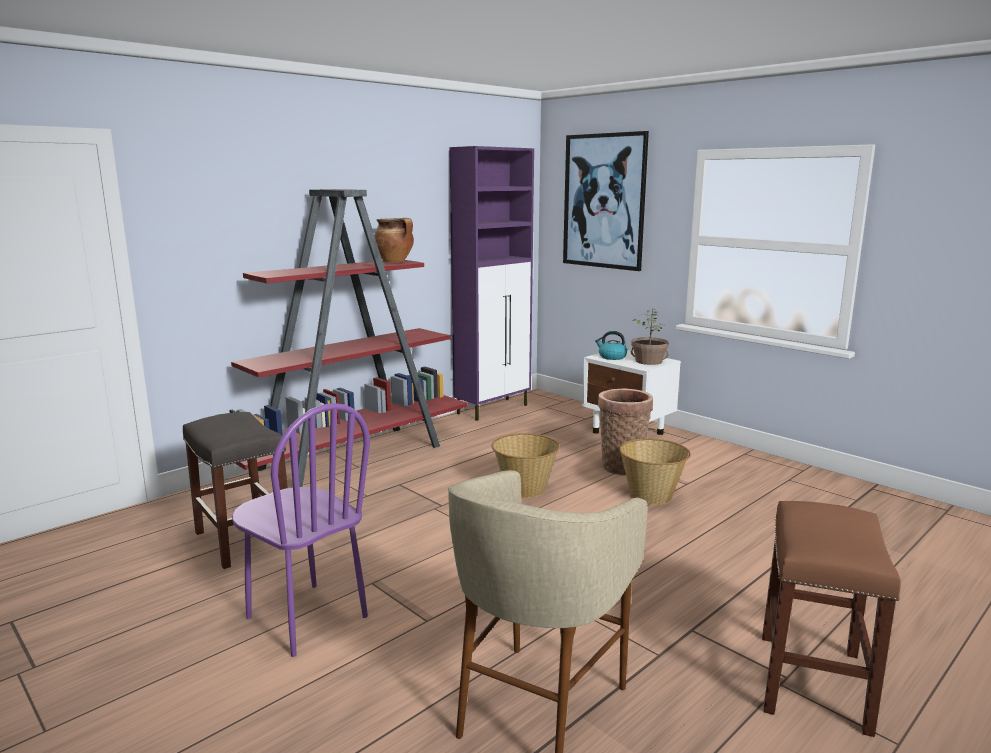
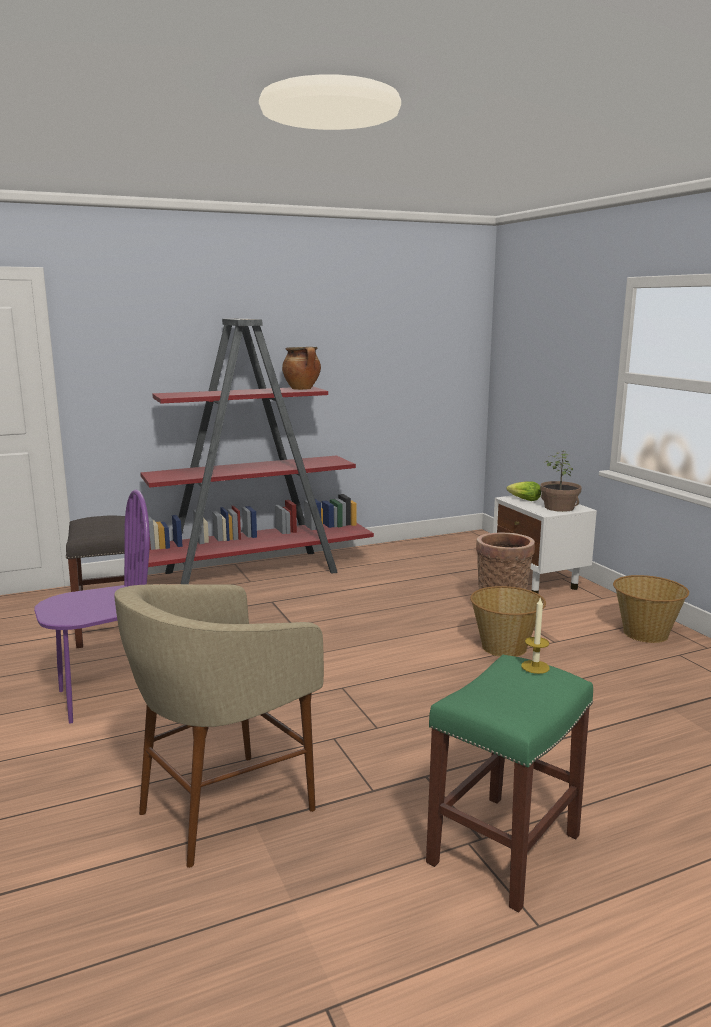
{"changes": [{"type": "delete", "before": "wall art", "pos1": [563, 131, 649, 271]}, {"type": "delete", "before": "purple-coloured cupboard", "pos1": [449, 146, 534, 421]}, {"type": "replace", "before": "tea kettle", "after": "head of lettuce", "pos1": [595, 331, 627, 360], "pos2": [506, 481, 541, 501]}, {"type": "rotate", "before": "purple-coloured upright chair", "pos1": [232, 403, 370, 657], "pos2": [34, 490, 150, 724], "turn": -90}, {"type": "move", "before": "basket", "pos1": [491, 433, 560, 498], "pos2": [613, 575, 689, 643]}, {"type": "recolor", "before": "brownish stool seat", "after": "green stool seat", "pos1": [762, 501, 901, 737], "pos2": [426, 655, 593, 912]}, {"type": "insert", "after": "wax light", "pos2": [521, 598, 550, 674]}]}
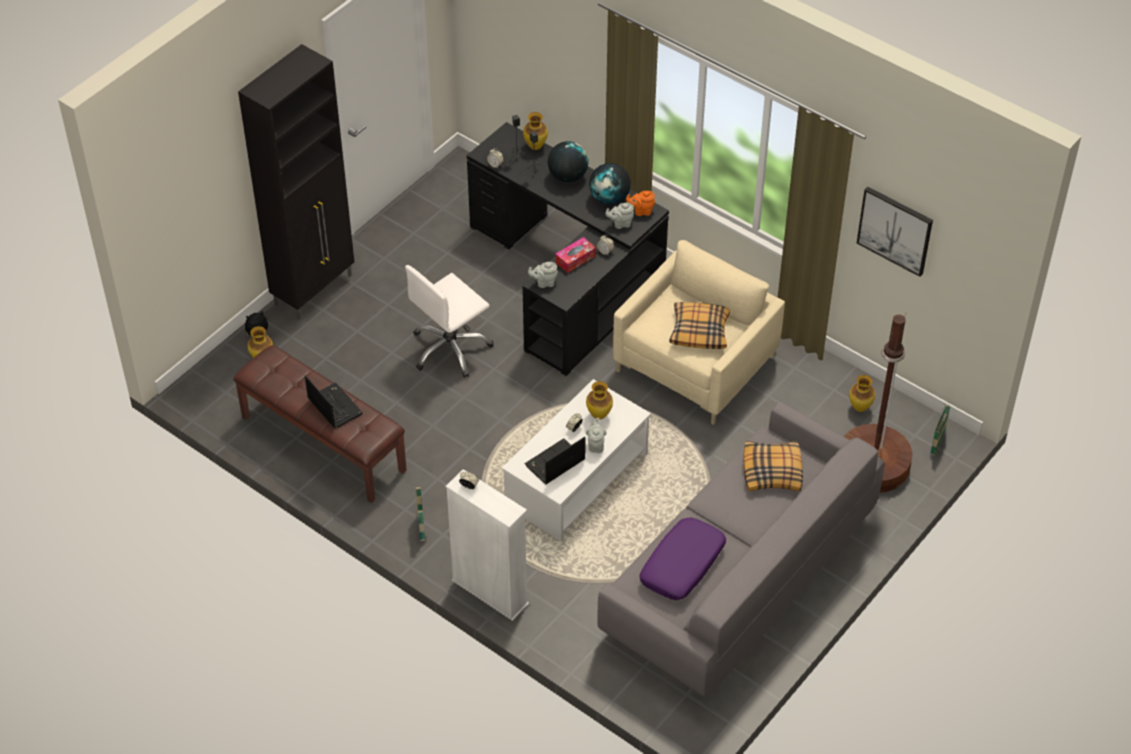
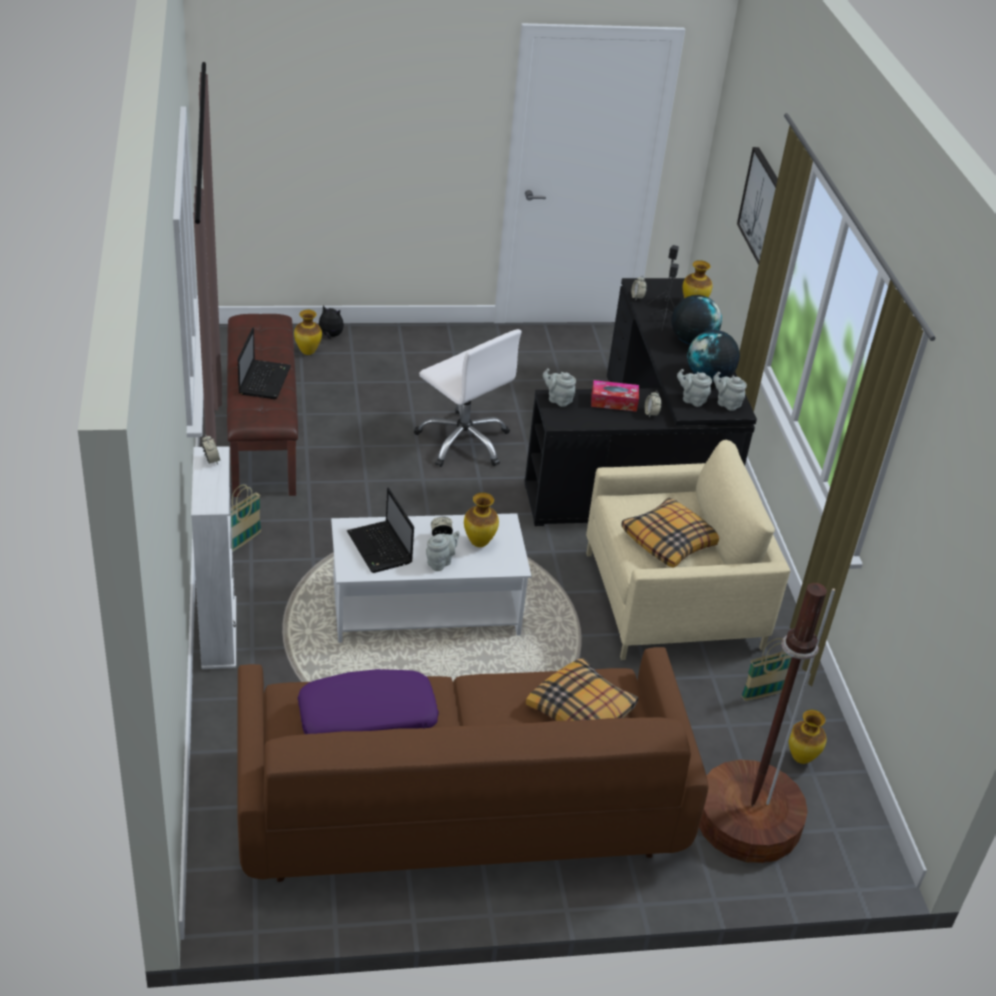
{"changes": [{"type": "delete", "before": "black-coloured cupboard", "pos1": [238, 44, 354, 320]}, {"type": "move", "before": "wall art", "pos1": [857, 187, 933, 277], "pos2": [737, 147, 778, 265]}, {"type": "recolor", "before": "orange-coloured pot for tea", "after": "grey pot for tea", "pos1": [626, 191, 655, 216], "pos2": [713, 372, 747, 411]}, {"type": "rotate", "before": "white office chair", "pos1": [405, 265, 494, 378], "pos2": [414, 329, 521, 467], "turn": -135}, {"type": "recolor", "before": "grey sofa", "after": "brownish sofa", "pos1": [597, 401, 884, 698], "pos2": [237, 647, 709, 882]}, {"type": "move", "before": "basket", "pos1": [930, 404, 950, 456], "pos2": [741, 638, 792, 701]}, {"type": "rotate", "before": "laptop", "pos1": [525, 437, 586, 484], "pos2": [347, 487, 414, 573], "turn": -120}]}
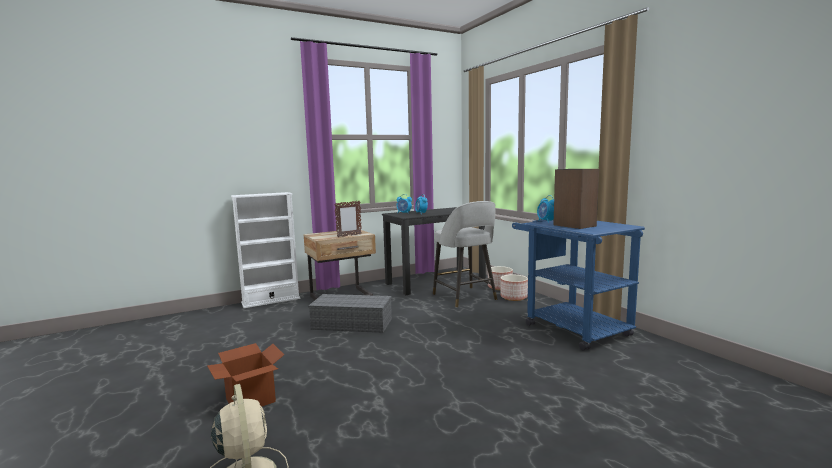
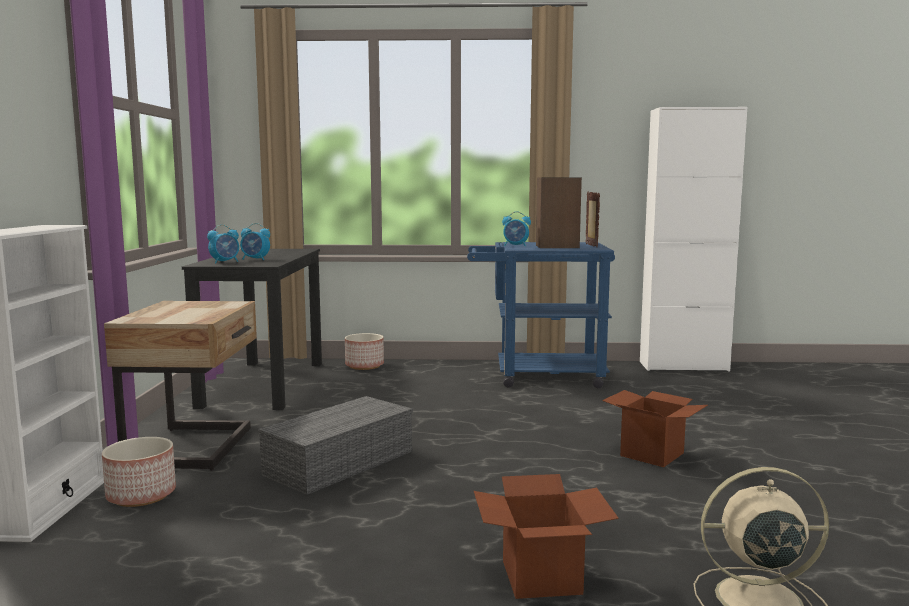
{"changes": [{"type": "move", "before": "photo frame", "pos1": [334, 201, 362, 237], "pos2": [585, 192, 600, 247]}, {"type": "delete", "before": "grey stool seat", "pos1": [433, 201, 497, 308]}, {"type": "move", "before": "plant pot", "pos1": [500, 274, 528, 301], "pos2": [102, 437, 176, 507]}, {"type": "insert", "after": "white cupboard", "pos2": [640, 107, 747, 372]}, {"type": "insert", "after": "packing box", "pos2": [602, 390, 708, 467]}]}
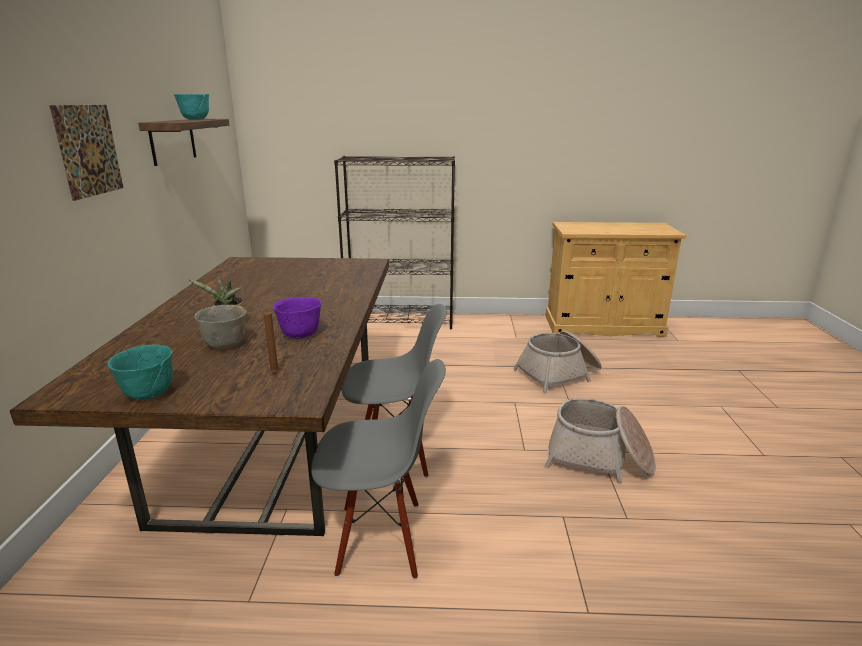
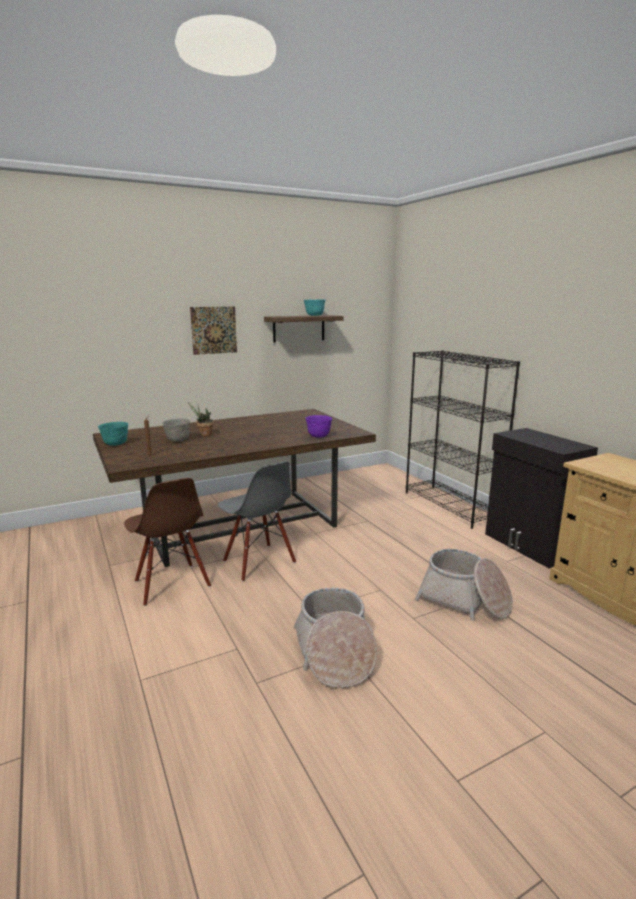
{"changes": [{"type": "move", "before": "purple-coloured bowl", "pos1": [273, 297, 321, 339], "pos2": [305, 415, 332, 438]}, {"type": "recolor", "before": "grey upright chair", "after": "brownish upright chair", "pos1": [311, 359, 446, 579], "pos2": [124, 478, 211, 606]}, {"type": "insert", "after": "black-coloured cupboard", "pos2": [485, 428, 598, 569]}]}
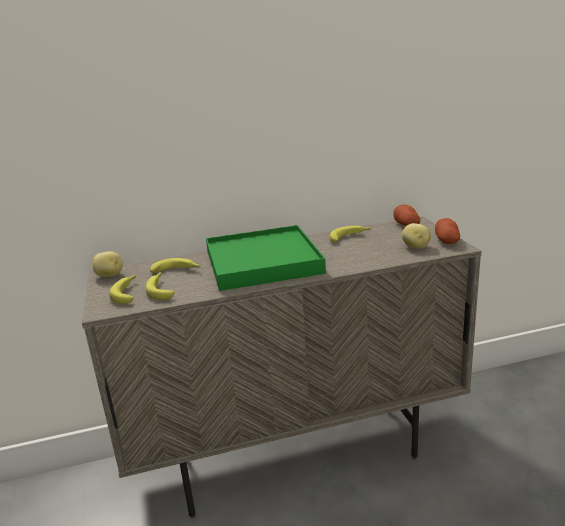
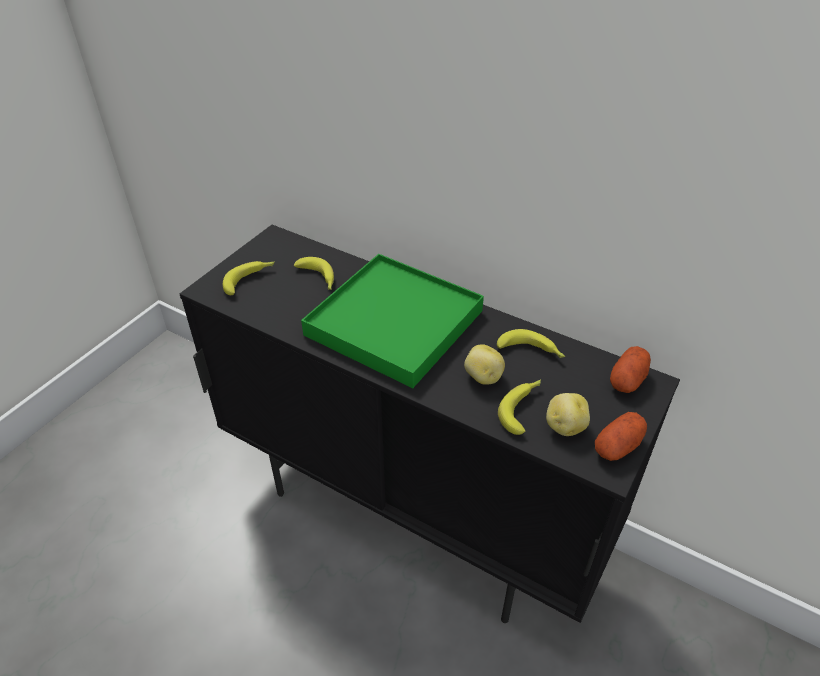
{"changes": [{"type": "recolor", "before": "beige-coloured cupboard", "after": "black-coloured cupboard", "pos1": [82, 217, 481, 518], "pos2": [180, 225, 680, 623]}, {"type": "move", "before": "potato", "pos1": [92, 251, 123, 277], "pos2": [464, 344, 505, 385]}, {"type": "move", "before": "banana fruit", "pos1": [145, 272, 175, 300], "pos2": [498, 380, 541, 435]}]}
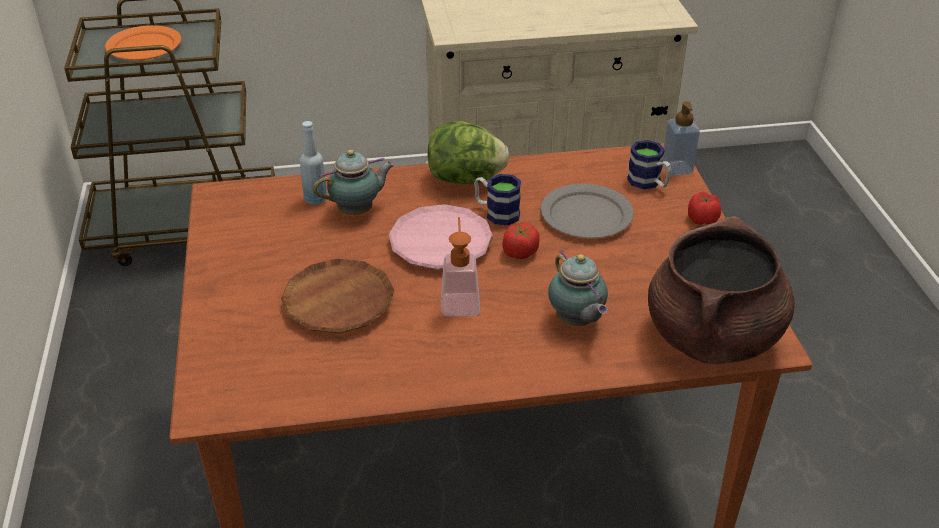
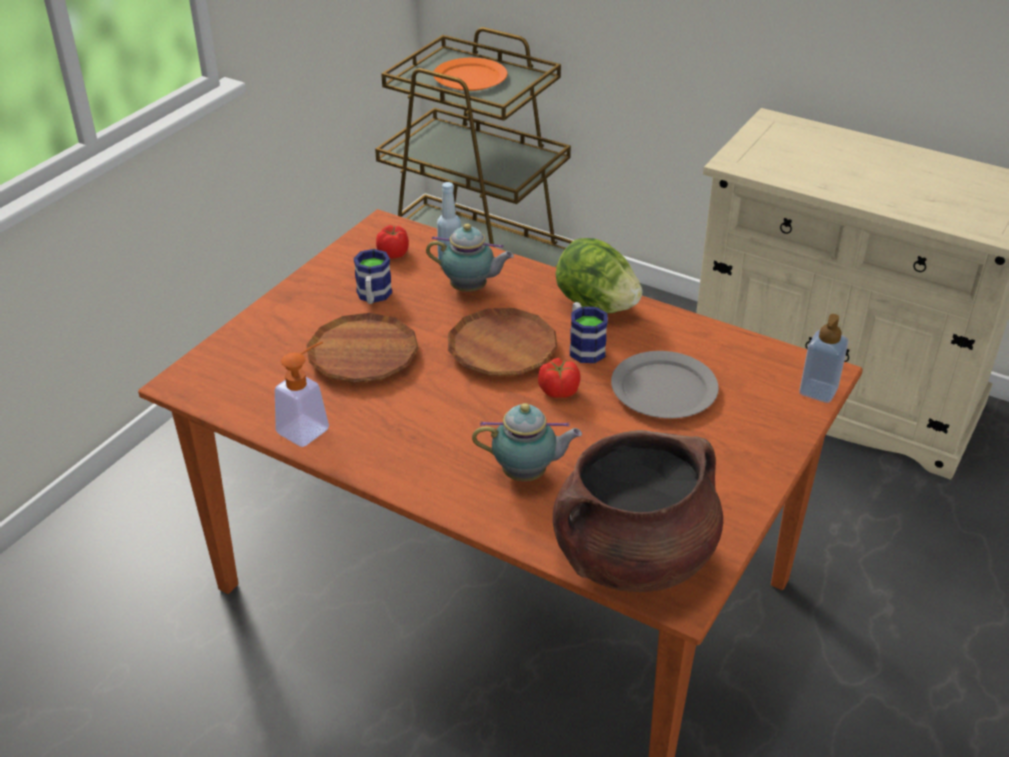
{"changes": [{"type": "move", "before": "mug", "pos1": [627, 140, 671, 189], "pos2": [353, 249, 392, 304]}, {"type": "move", "before": "tomato", "pos1": [688, 192, 721, 225], "pos2": [376, 225, 409, 259]}, {"type": "recolor", "before": "pink dinner plate", "after": "brownish dinner plate", "pos1": [388, 204, 493, 270], "pos2": [448, 308, 557, 376]}, {"type": "move", "before": "liquid soap bottle", "pos1": [441, 217, 480, 316], "pos2": [275, 342, 329, 447]}, {"type": "rotate", "before": "pot for tea", "pos1": [548, 250, 608, 326], "pos2": [472, 403, 582, 482], "turn": -105}]}
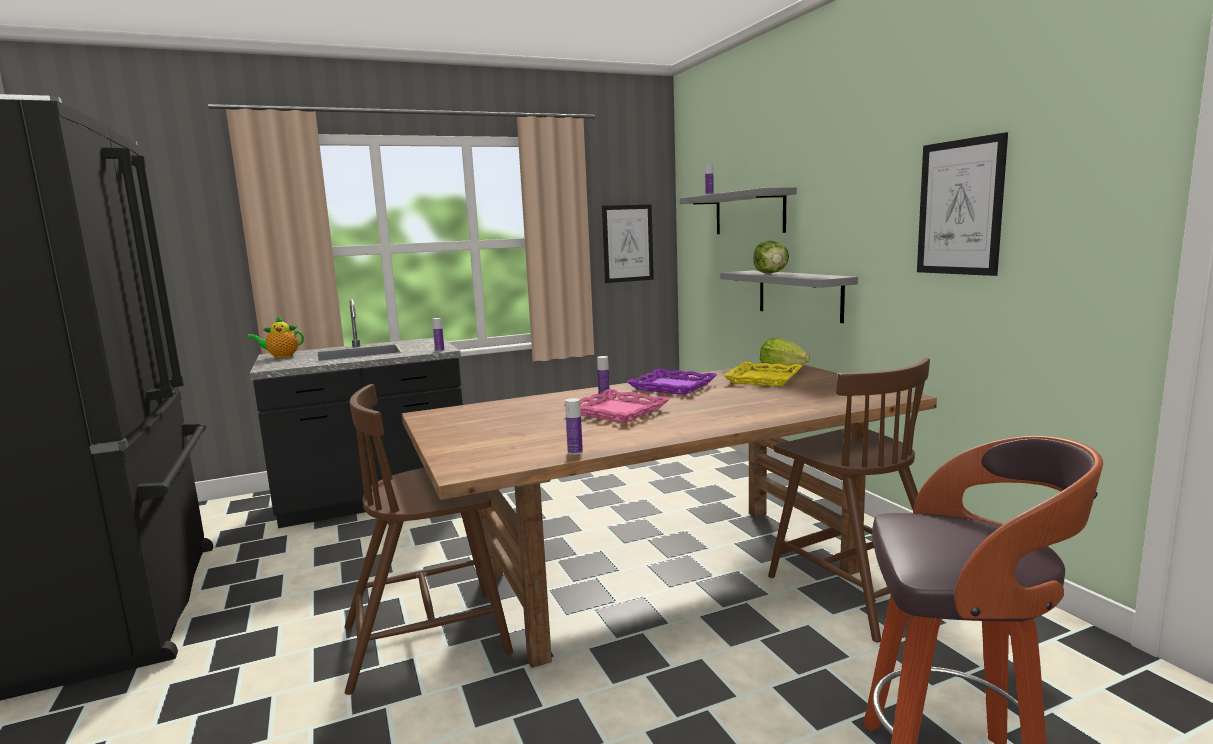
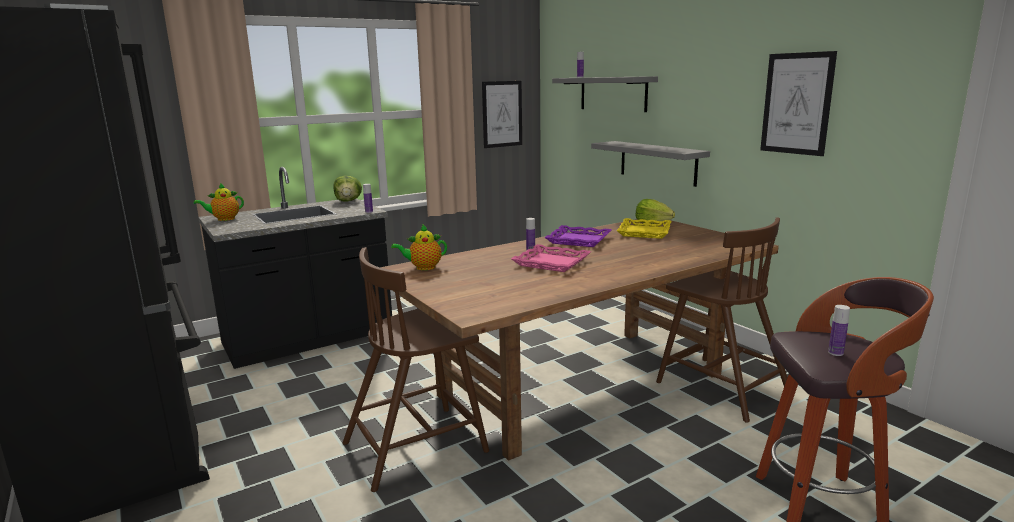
{"changes": [{"type": "move", "before": "head of lettuce", "pos1": [753, 241, 789, 274], "pos2": [334, 176, 362, 202]}, {"type": "move", "before": "beverage bottle", "pos1": [565, 398, 583, 455], "pos2": [828, 305, 850, 356]}, {"type": "insert", "after": "pot for tea", "pos2": [391, 224, 447, 270]}]}
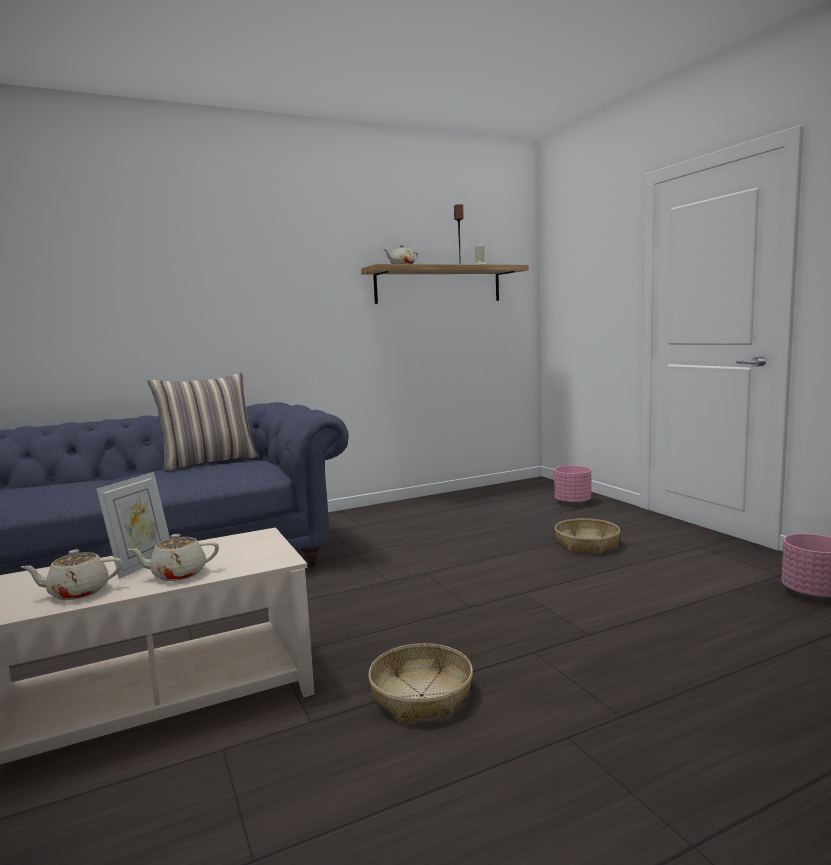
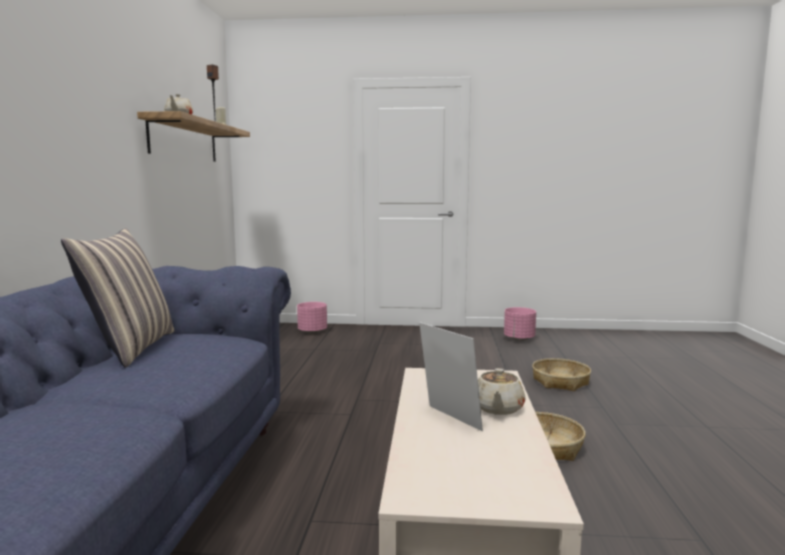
{"changes": [{"type": "move", "before": "basket", "pos1": [555, 518, 620, 554], "pos2": [532, 358, 591, 391]}, {"type": "delete", "before": "beige-coloured pot for tea", "pos1": [21, 549, 122, 600]}]}
